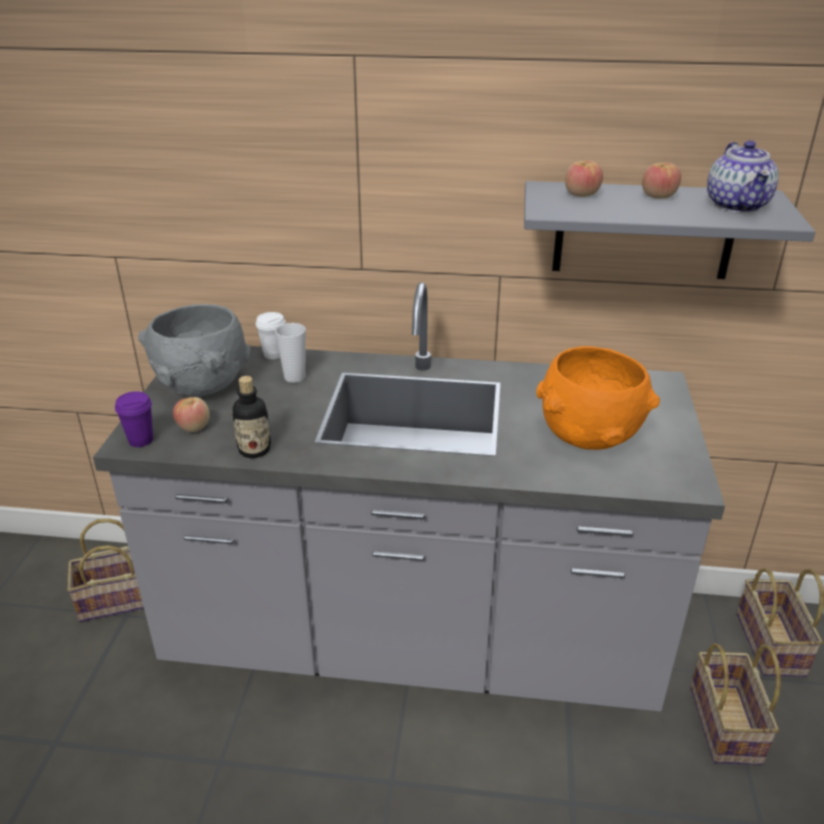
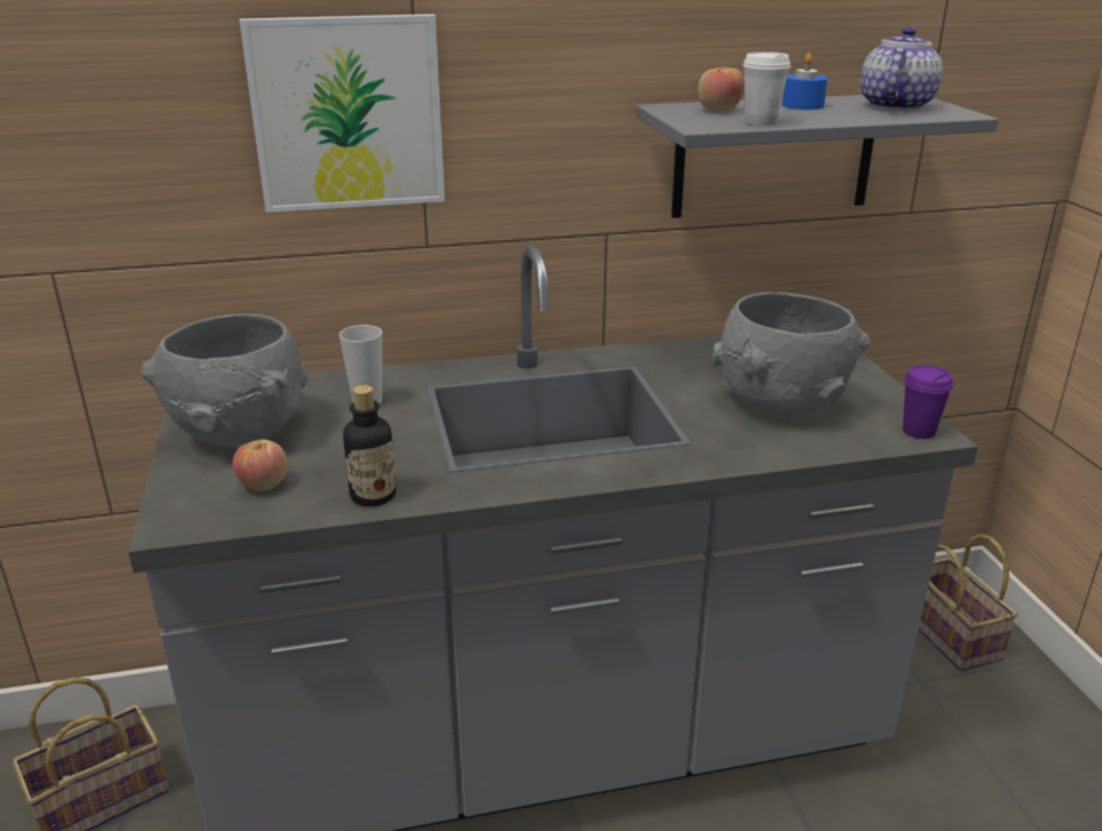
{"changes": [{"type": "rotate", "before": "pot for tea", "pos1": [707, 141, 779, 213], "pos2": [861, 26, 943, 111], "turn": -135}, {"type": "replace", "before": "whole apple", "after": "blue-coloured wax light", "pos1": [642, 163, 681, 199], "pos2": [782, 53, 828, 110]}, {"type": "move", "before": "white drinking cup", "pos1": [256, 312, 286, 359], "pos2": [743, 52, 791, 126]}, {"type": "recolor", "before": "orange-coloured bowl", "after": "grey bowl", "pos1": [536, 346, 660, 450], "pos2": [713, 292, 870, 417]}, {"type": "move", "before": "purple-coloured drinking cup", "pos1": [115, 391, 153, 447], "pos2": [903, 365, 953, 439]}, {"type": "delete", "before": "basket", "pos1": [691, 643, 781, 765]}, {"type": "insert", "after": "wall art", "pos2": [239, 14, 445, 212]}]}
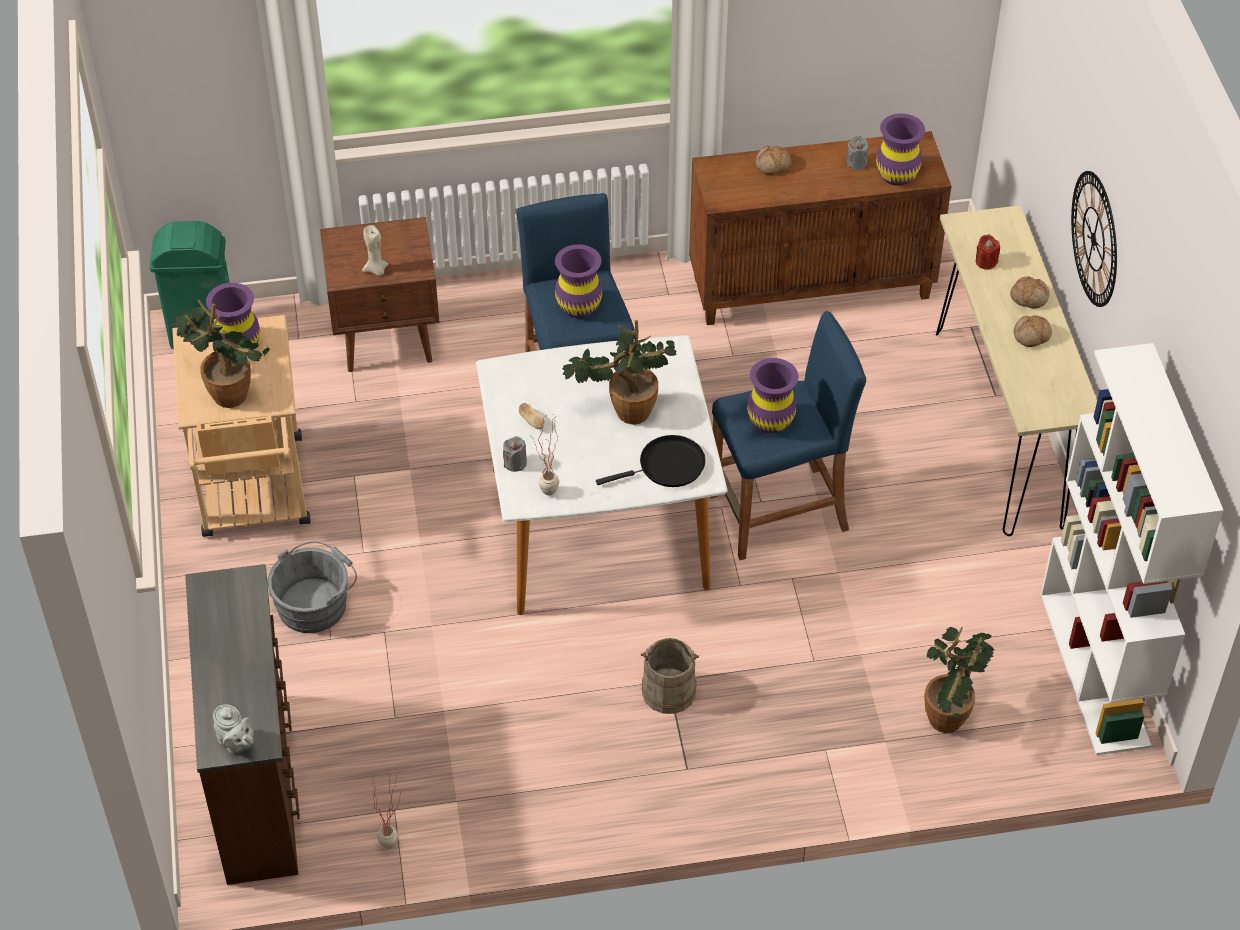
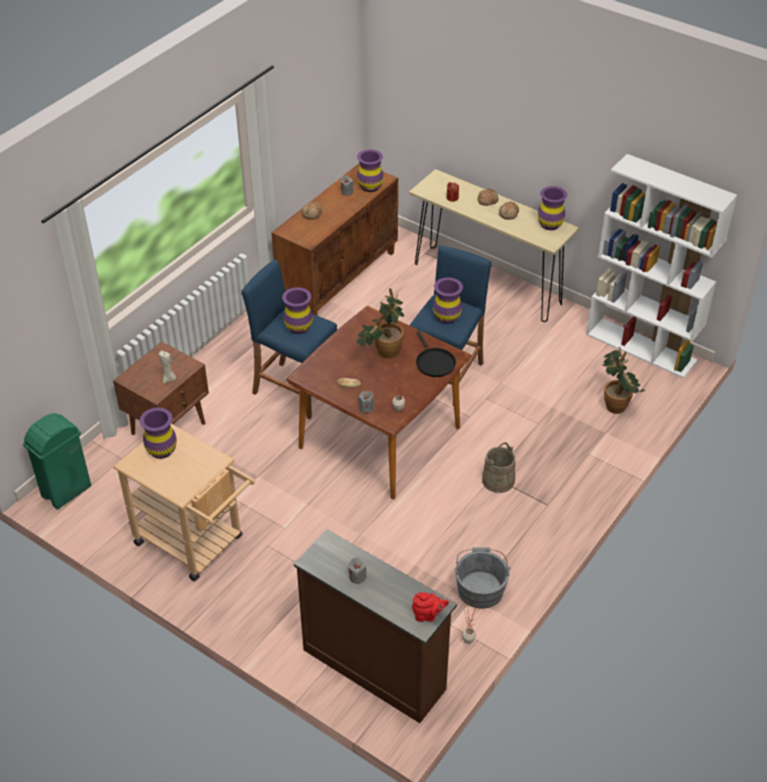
{"changes": [{"type": "delete", "before": "wall clock", "pos1": [1071, 171, 1117, 307]}, {"type": "delete", "before": "potted plant", "pos1": [171, 300, 270, 408]}, {"type": "recolor", "before": "white kitchen table", "after": "brownish kitchen table", "pos1": [476, 335, 728, 615], "pos2": [286, 306, 472, 499]}, {"type": "rotate", "before": "black-coloured frying pan", "pos1": [596, 435, 706, 487], "pos2": [416, 331, 456, 377], "turn": 135}, {"type": "move", "before": "grey pail", "pos1": [267, 542, 357, 633], "pos2": [454, 547, 510, 609]}, {"type": "recolor", "before": "grey pot for tea", "after": "red-coloured pot for tea", "pos1": [213, 704, 254, 754], "pos2": [412, 592, 449, 622]}, {"type": "insert", "after": "purple-coloured flower vase", "pos2": [538, 186, 567, 230]}, {"type": "insert", "after": "grey wax light", "pos2": [348, 557, 367, 584]}]}
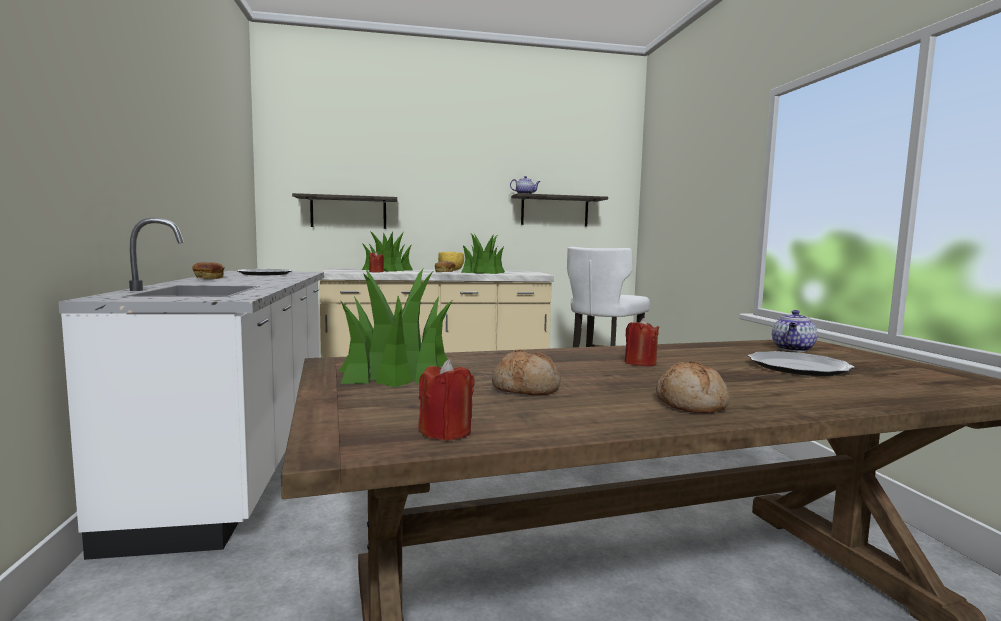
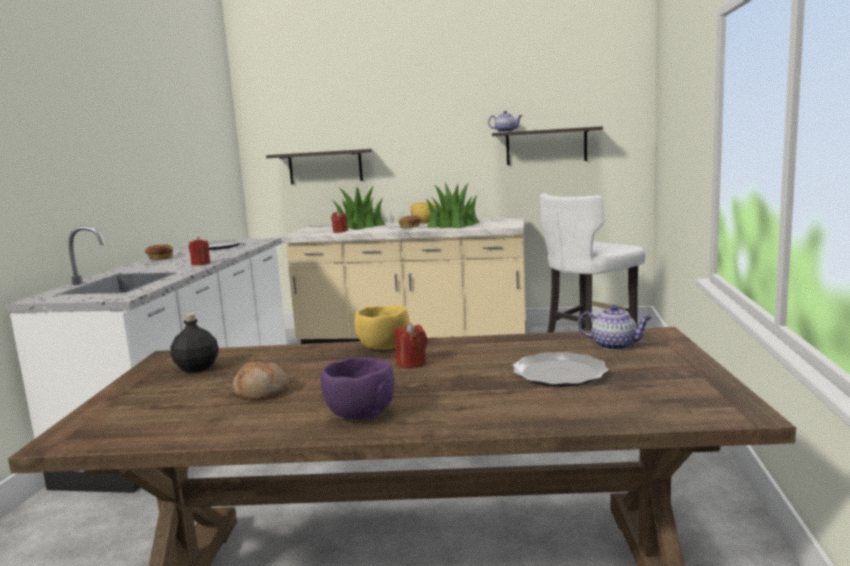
{"changes": [{"type": "replace", "before": "potted plant", "after": "black-coloured beverage bottle", "pos1": [339, 267, 452, 387], "pos2": [171, 313, 219, 373]}, {"type": "rotate", "before": "pot for tea", "pos1": [772, 310, 818, 352], "pos2": [578, 305, 652, 350], "turn": -120}, {"type": "move", "before": "red-coloured wax light", "pos1": [418, 359, 475, 441], "pos2": [189, 237, 211, 265]}, {"type": "replace", "before": "bread", "after": "purple-coloured bowl", "pos1": [656, 361, 730, 413], "pos2": [320, 357, 395, 420]}, {"type": "insert", "after": "yellowish bowl", "pos2": [355, 305, 409, 349]}]}
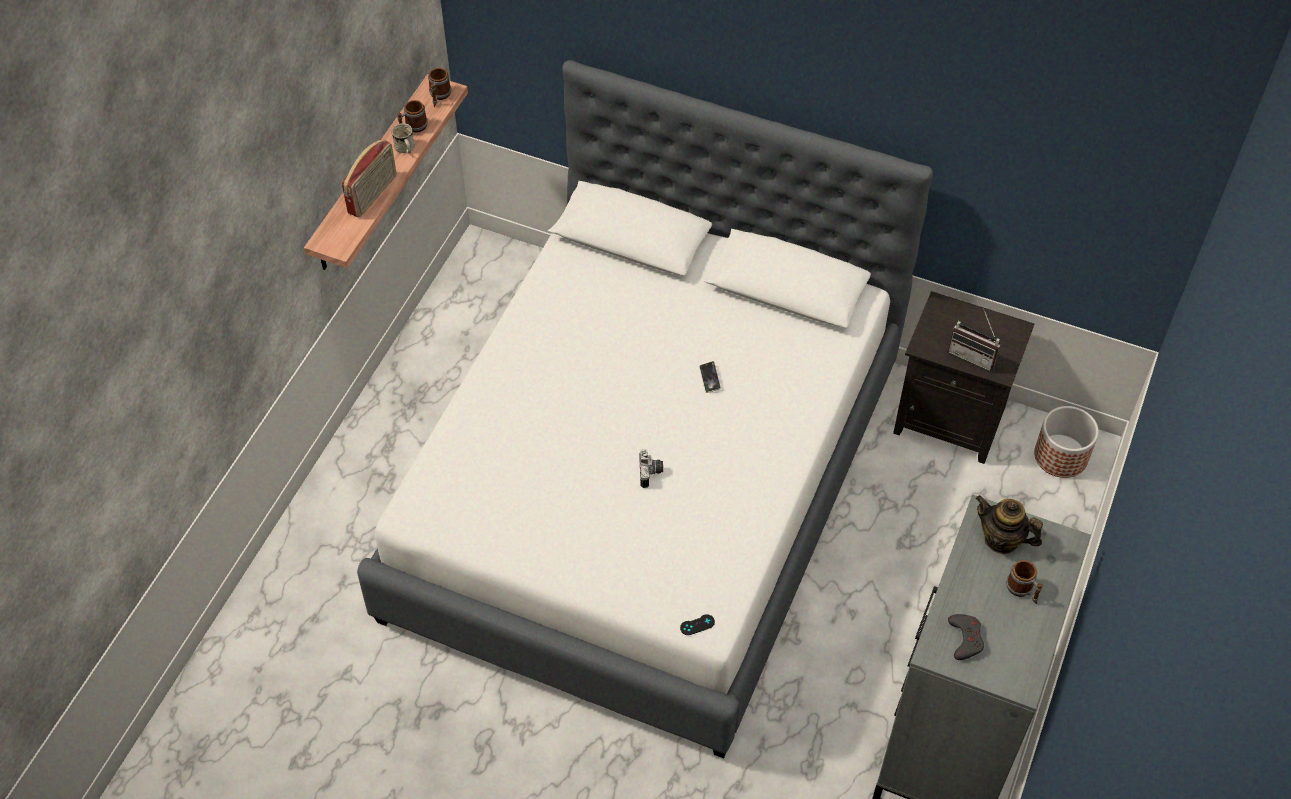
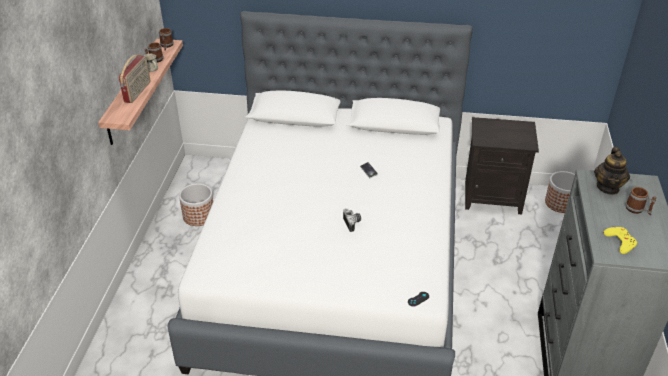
{"changes": [{"type": "delete", "before": "radio receiver", "pos1": [948, 308, 1001, 371]}, {"type": "rotate", "before": "pot for tea", "pos1": [976, 495, 1043, 554], "pos2": [594, 147, 630, 195], "turn": -90}, {"type": "recolor", "before": "grey gamepad", "after": "yellowish gamepad", "pos1": [948, 614, 984, 660], "pos2": [603, 227, 637, 254]}, {"type": "insert", "after": "plant pot", "pos2": [179, 183, 213, 226]}]}
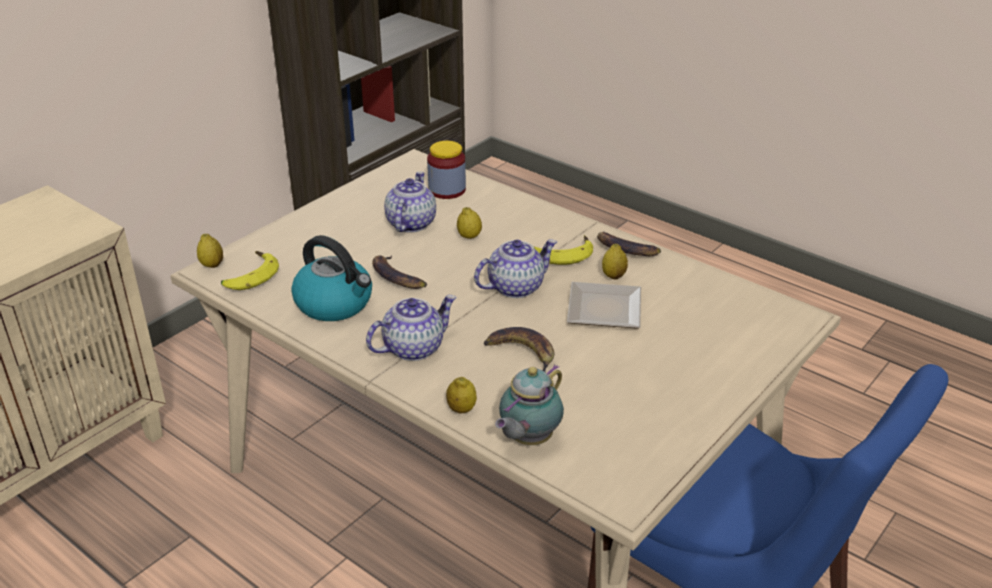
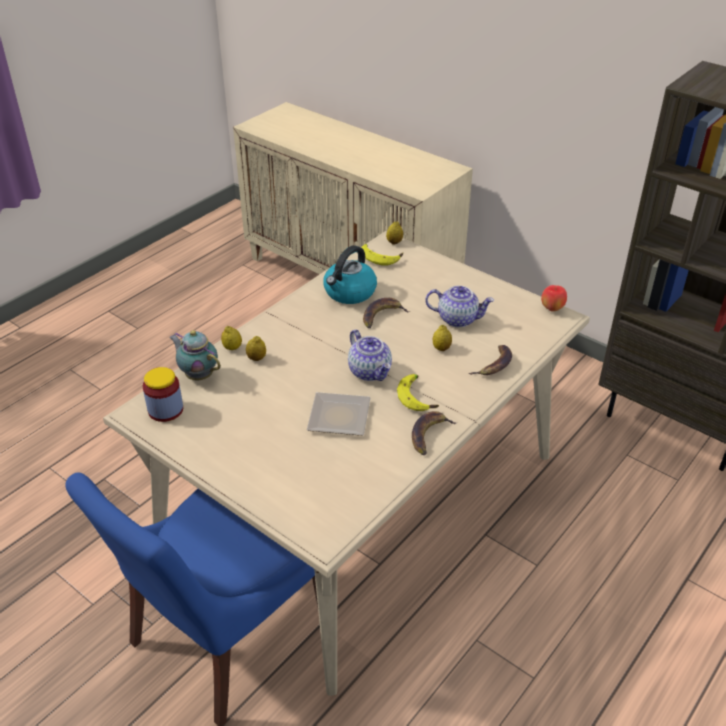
{"changes": [{"type": "move", "before": "jar", "pos1": [427, 141, 466, 199], "pos2": [143, 367, 183, 422]}, {"type": "move", "before": "whole lemon", "pos1": [602, 244, 628, 280], "pos2": [246, 336, 266, 361]}, {"type": "delete", "before": "pot for tea", "pos1": [366, 295, 457, 361]}, {"type": "move", "before": "banana fruit", "pos1": [484, 327, 554, 373], "pos2": [469, 345, 512, 375]}, {"type": "insert", "after": "whole apple", "pos2": [541, 285, 567, 312]}]}
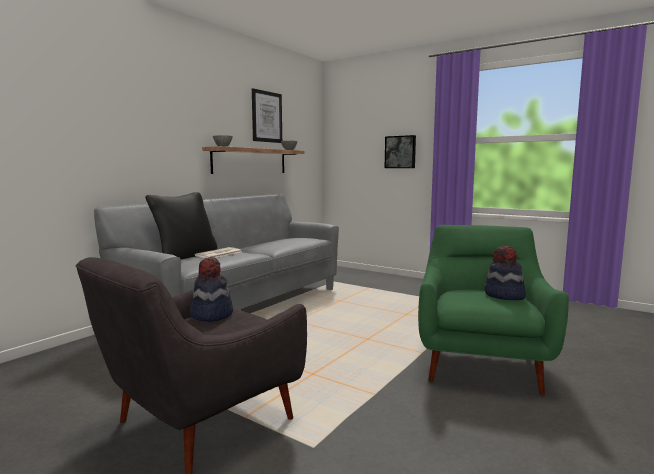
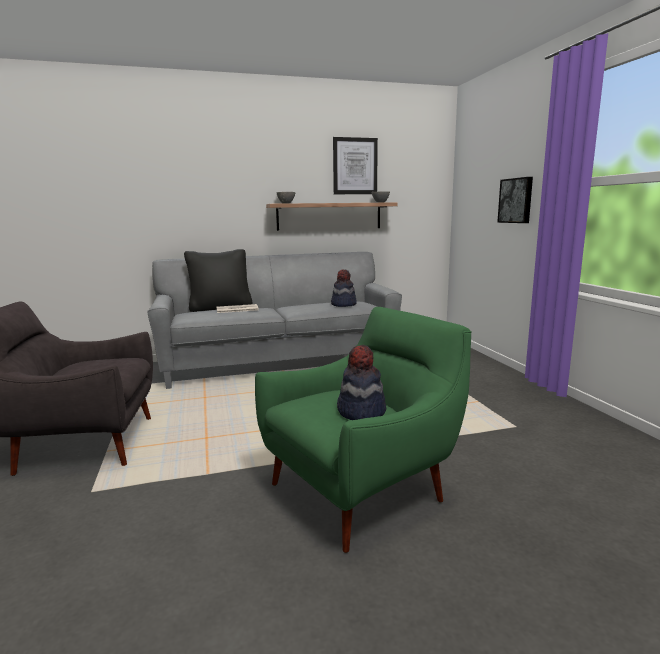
{"changes": [{"type": "move", "before": "wearable hat", "pos1": [190, 257, 233, 322], "pos2": [331, 270, 357, 307]}]}
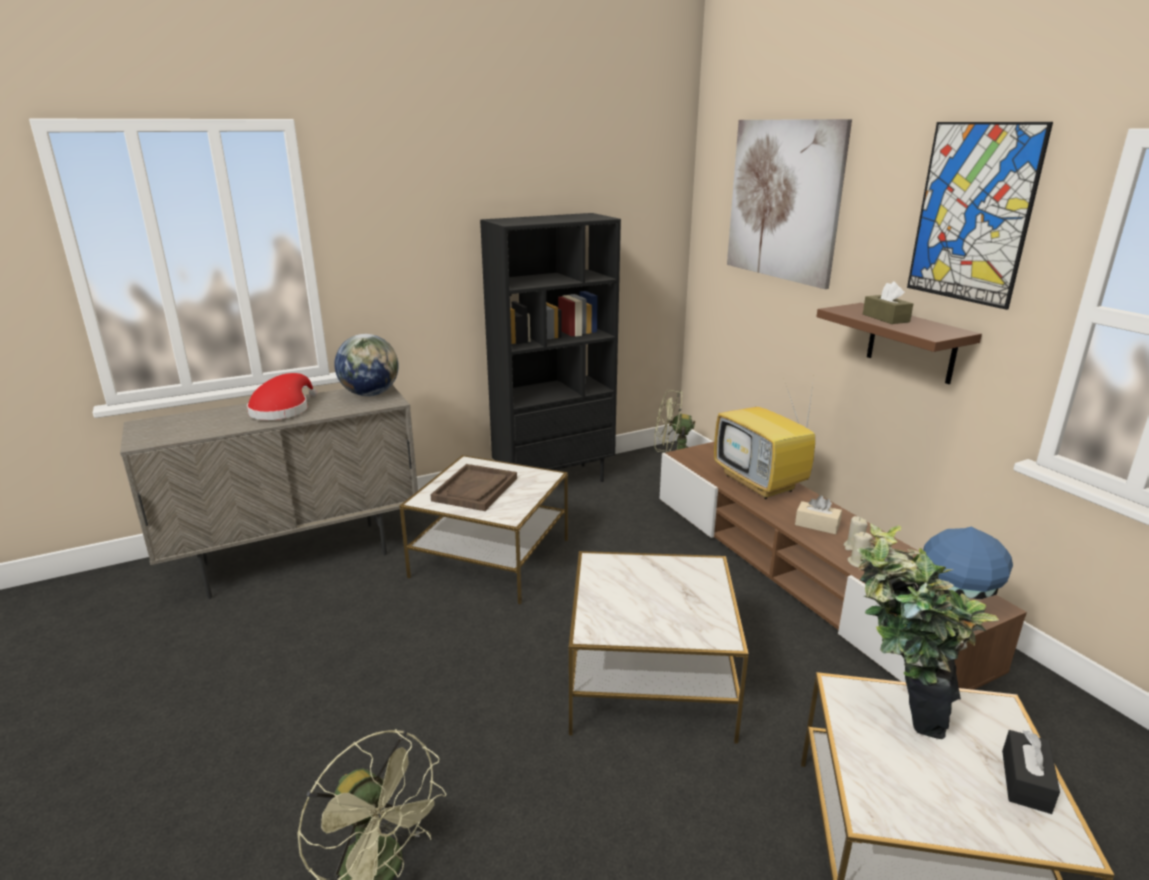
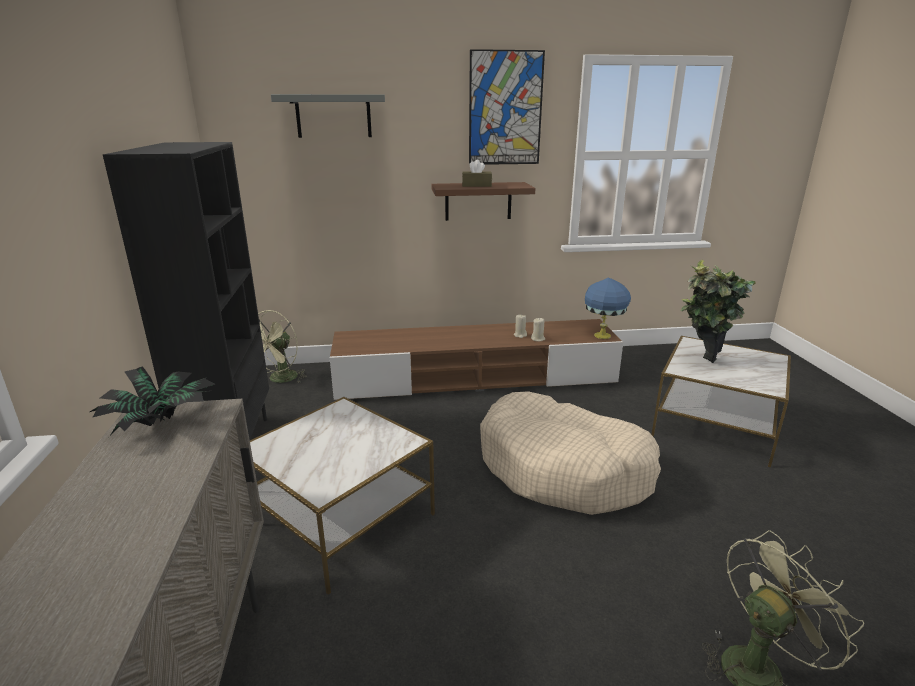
{"changes": [{"type": "replace", "before": "wall art", "after": "grey shelf", "pos1": [727, 119, 852, 289], "pos2": [271, 94, 385, 138]}, {"type": "replace", "before": "globe", "after": "potted plant", "pos1": [334, 334, 398, 396], "pos2": [90, 366, 215, 437]}, {"type": "delete", "before": "red-coloured wearable hat", "pos1": [247, 373, 317, 420]}, {"type": "delete", "before": "TV set", "pos1": [714, 383, 815, 499]}, {"type": "delete", "before": "brownish serving tray", "pos1": [430, 464, 517, 511]}, {"type": "delete", "before": "beige-coloured tissue holder", "pos1": [795, 495, 842, 535]}, {"type": "replace", "before": "accent table", "after": "beige-coloured dog cushion", "pos1": [569, 551, 749, 743], "pos2": [480, 391, 661, 515]}, {"type": "delete", "before": "black-coloured tissue holder", "pos1": [1002, 730, 1060, 814]}]}
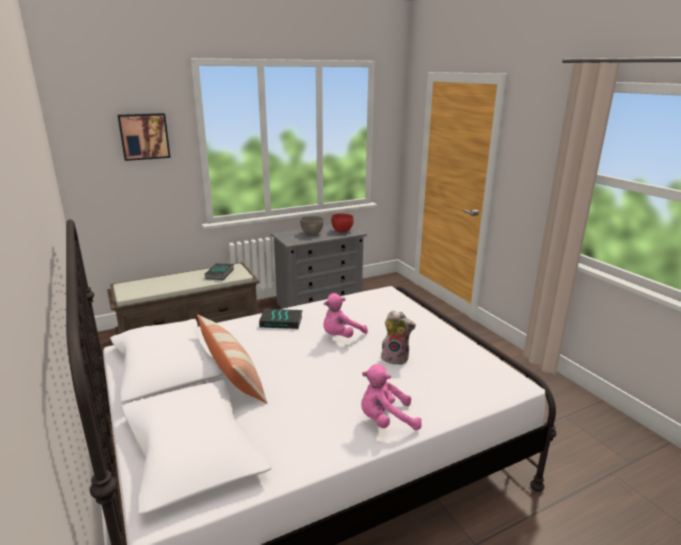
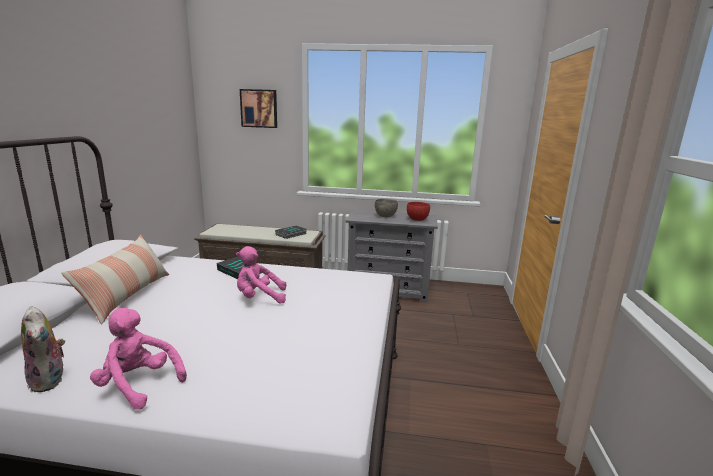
{"changes": [{"type": "move", "before": "cuddly toy", "pos1": [381, 310, 416, 365], "pos2": [21, 306, 65, 393]}]}
